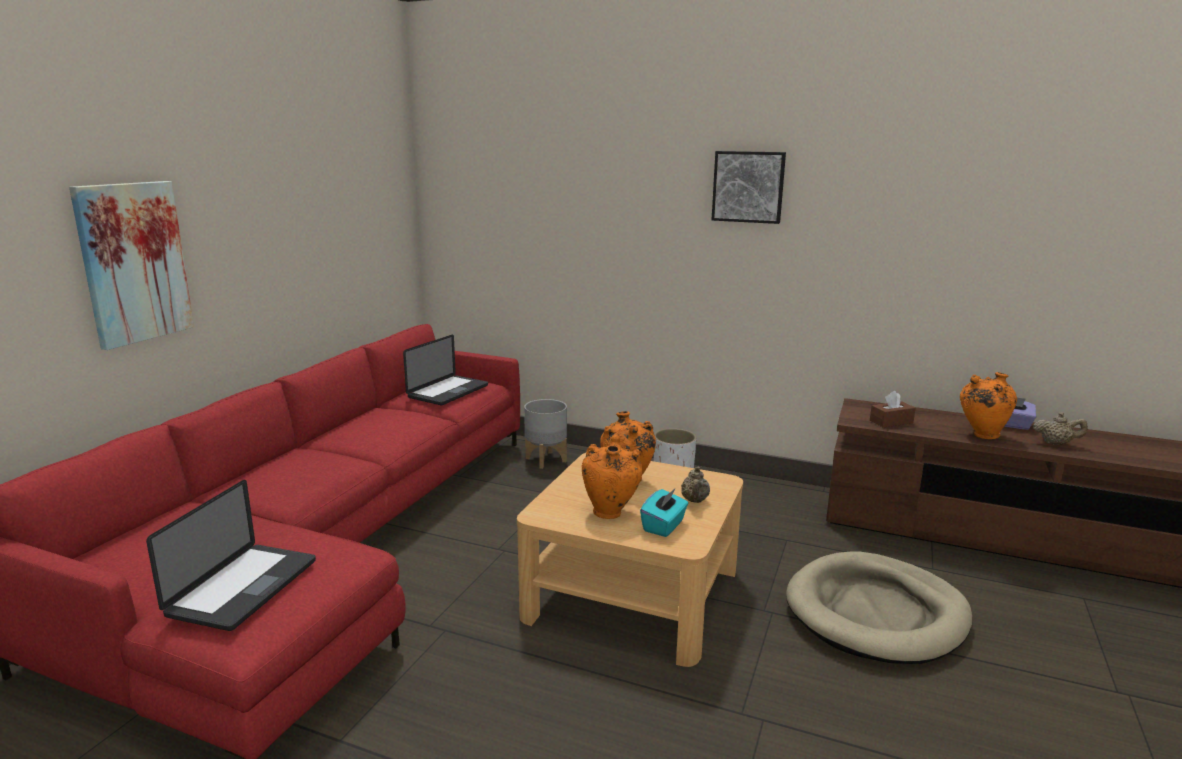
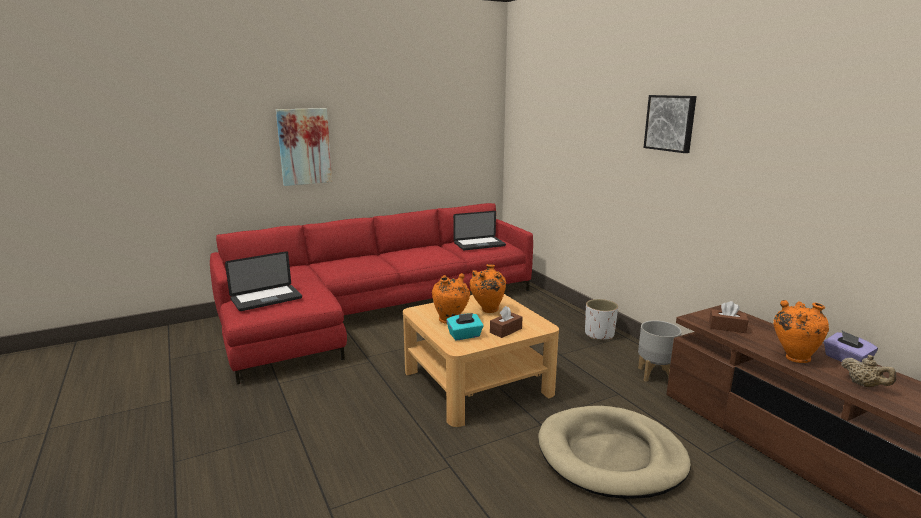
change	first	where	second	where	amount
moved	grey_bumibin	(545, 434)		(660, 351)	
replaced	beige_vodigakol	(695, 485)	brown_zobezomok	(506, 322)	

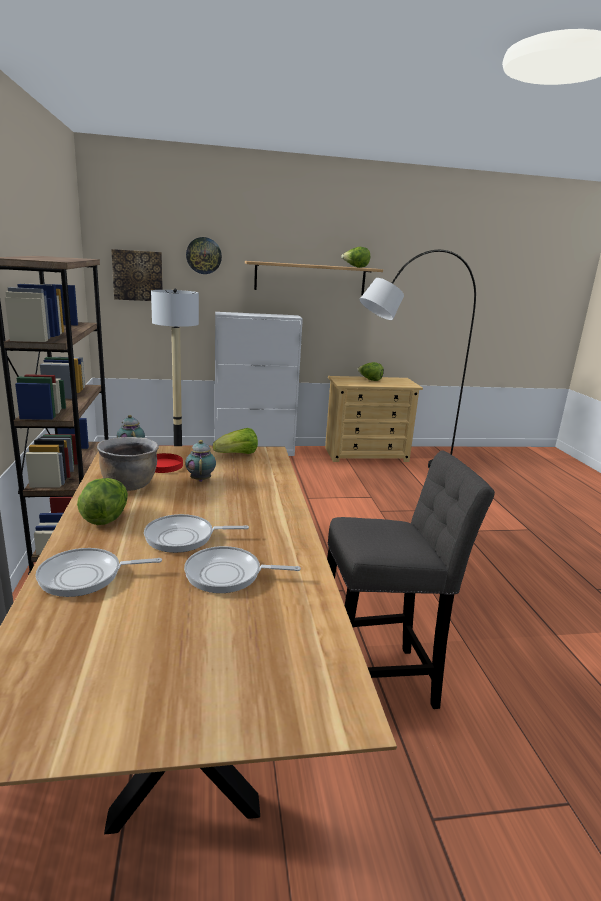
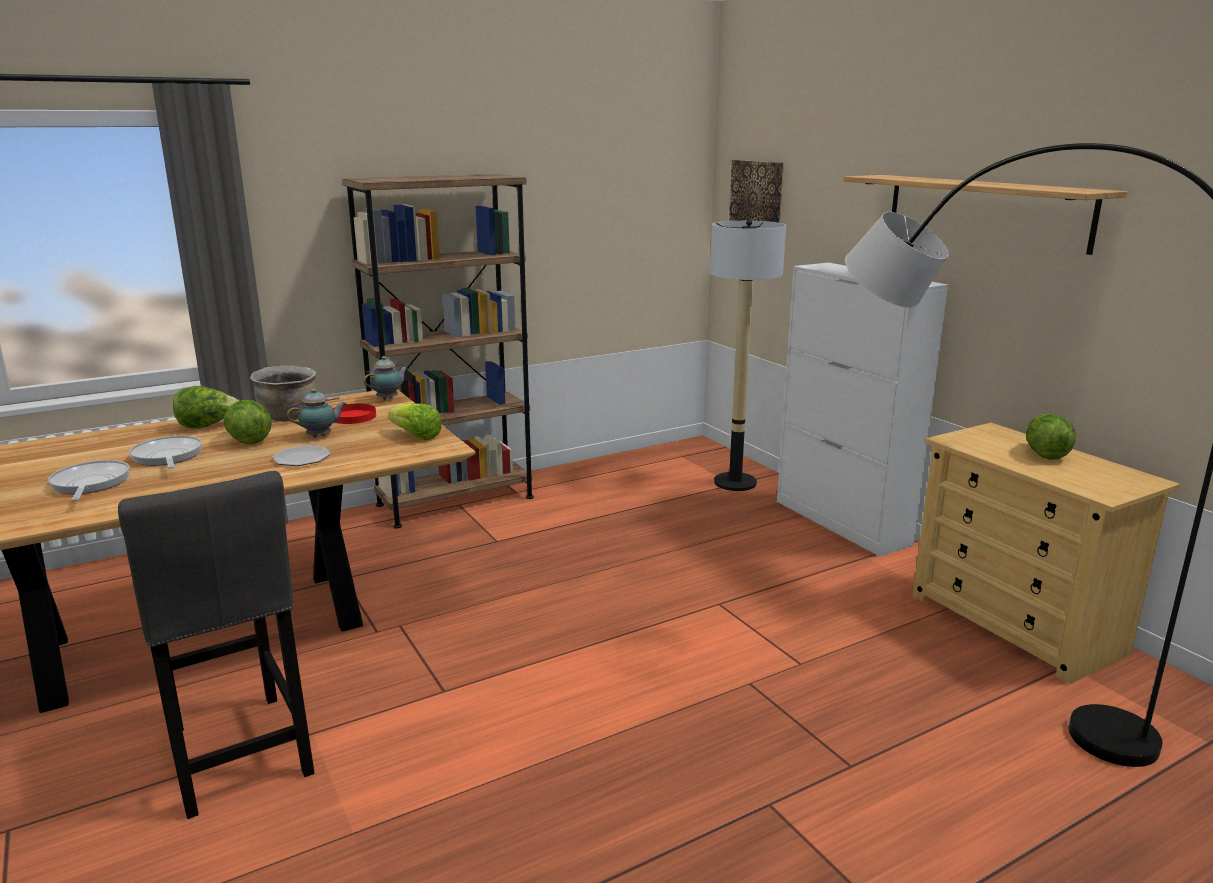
change	first	where	second	where	amount
removed	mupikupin	(204, 255)			
moved	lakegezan	(355, 257)		(247, 422)	
removed	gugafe	(98, 572)			
added			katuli	(301, 455)	

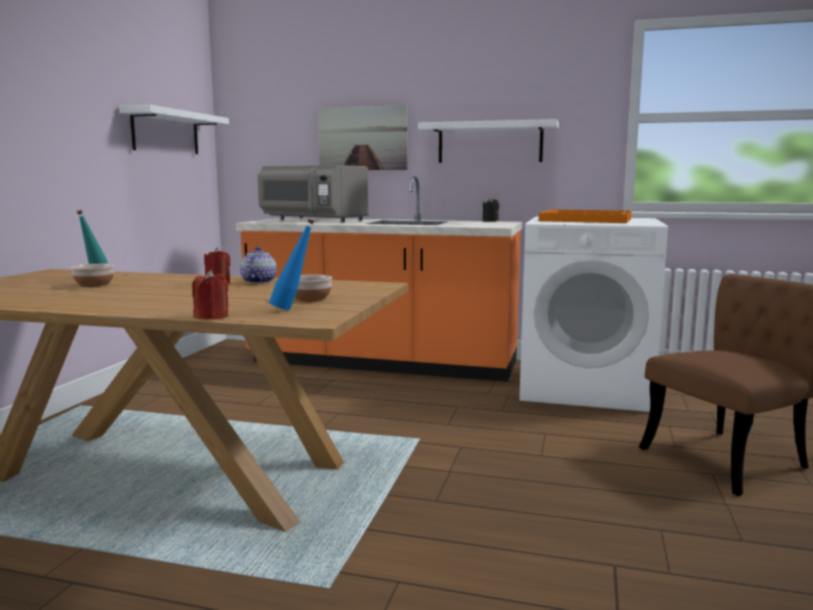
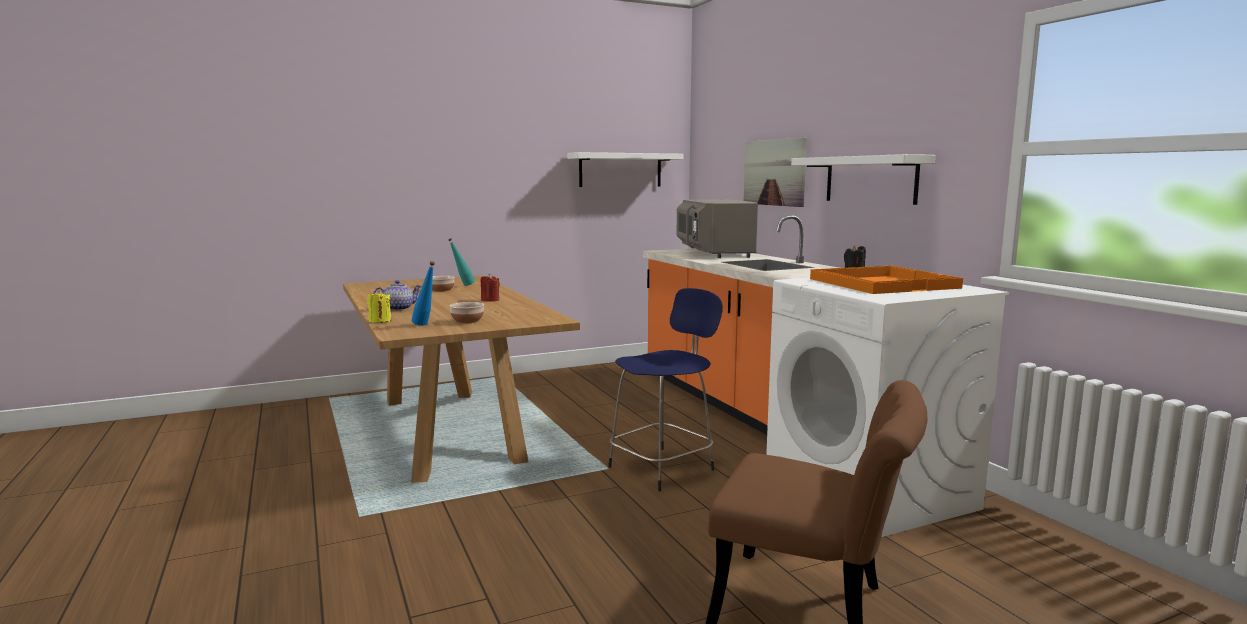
change	first	where	second	where	amount
moved	vodigakol	(258, 265)		(397, 295)	
recoloured	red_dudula	(210, 295)	yellow_dudula	(379, 306)	
added			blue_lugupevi	(665, 389)	

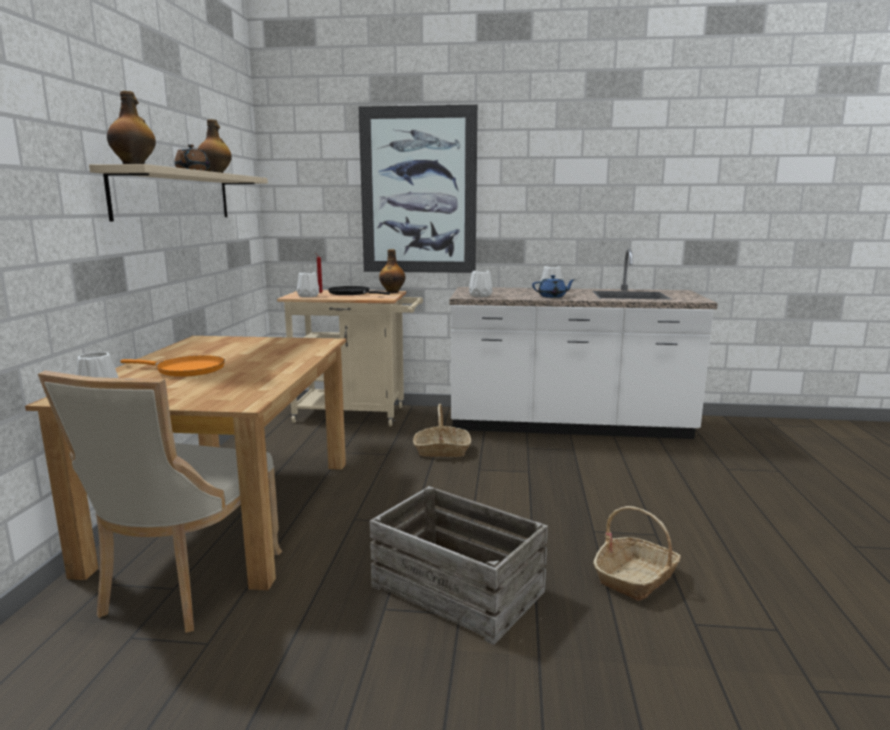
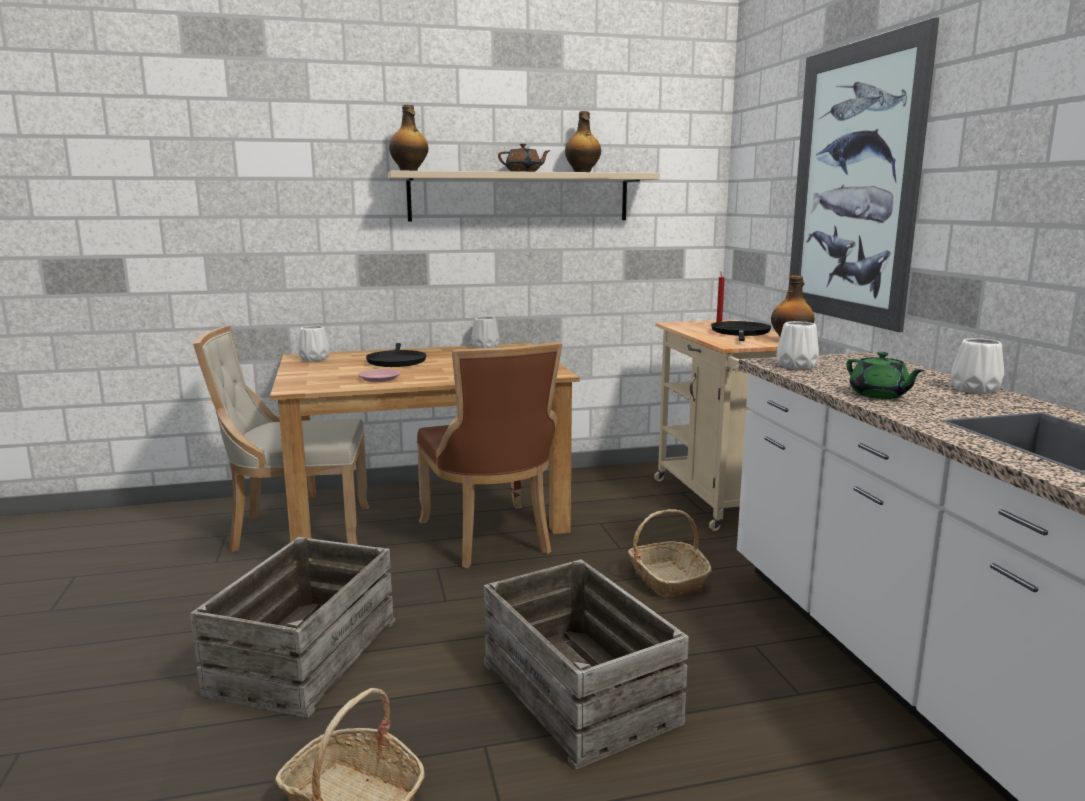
change	first	where	second	where	amount
moved	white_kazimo	(308, 284)		(485, 332)	
recoloured	blue_vodigakol	(553, 286)	green_vodigakol	(885, 375)	
recoloured	orange_gugafe	(172, 366)	black_gugafe	(396, 355)	
added			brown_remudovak	(489, 455)	
added			pink_katuli	(379, 375)	
added			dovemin	(586, 664)	

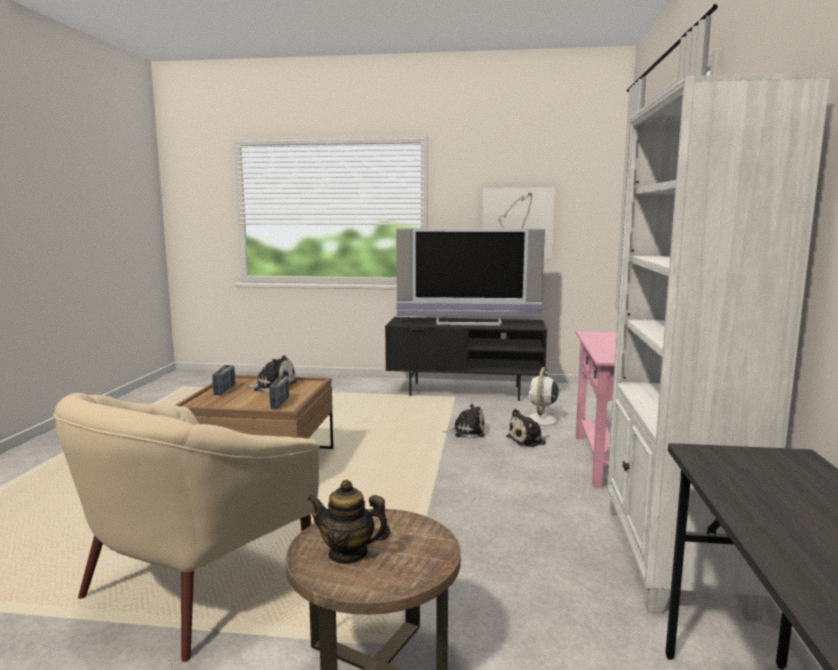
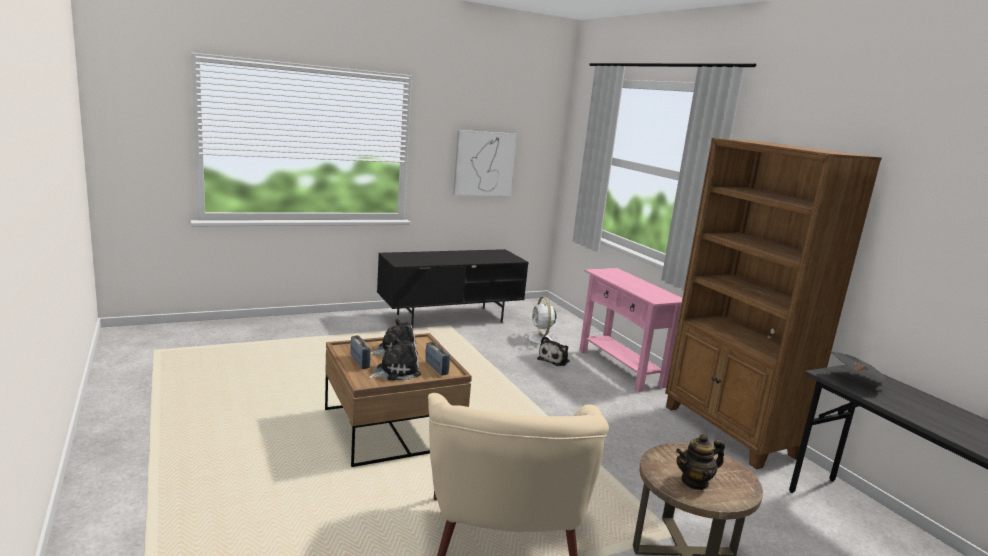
change	first	where	second	where	amount
recoloured	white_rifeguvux	(719, 346)	brown_rifeguvux	(773, 303)	
removed	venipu	(470, 276)			
moved	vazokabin	(463, 421)		(394, 359)	
added			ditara	(858, 366)	

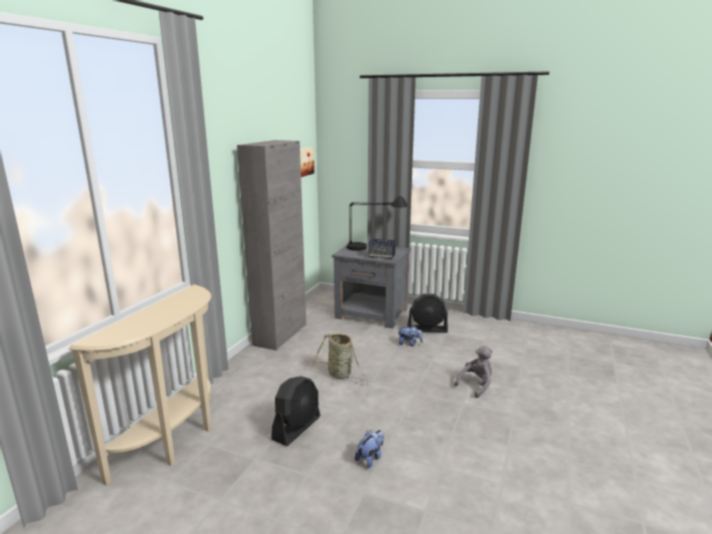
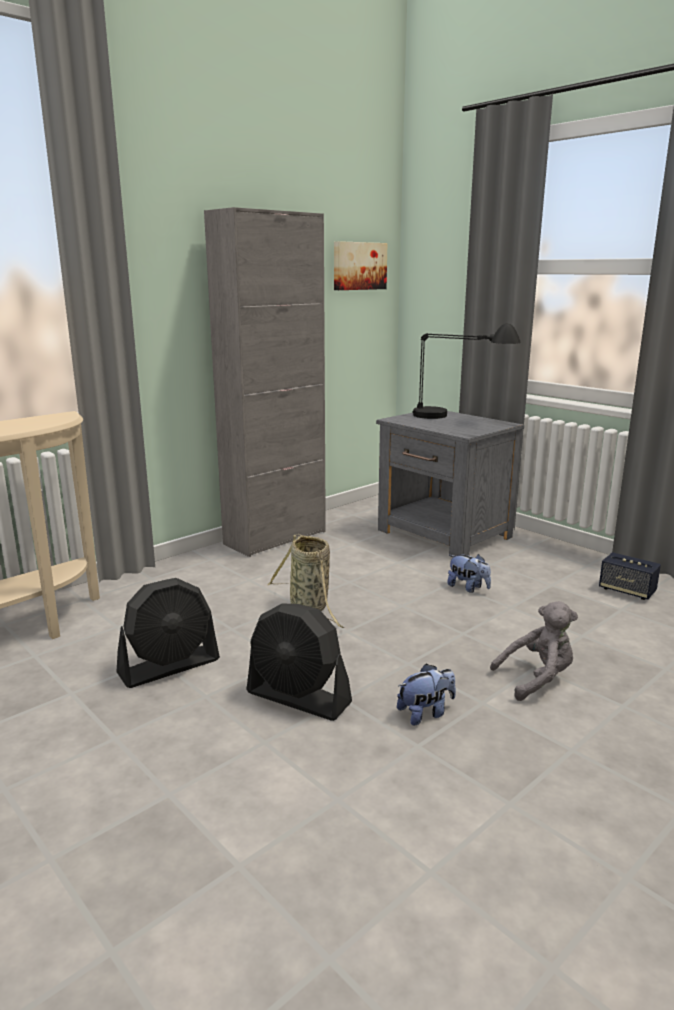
change	first	where	second	where	amount
moved	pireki	(382, 249)		(630, 576)	
moved	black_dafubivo	(427, 313)		(299, 662)	
moved	vazokabin	(369, 449)		(426, 695)	

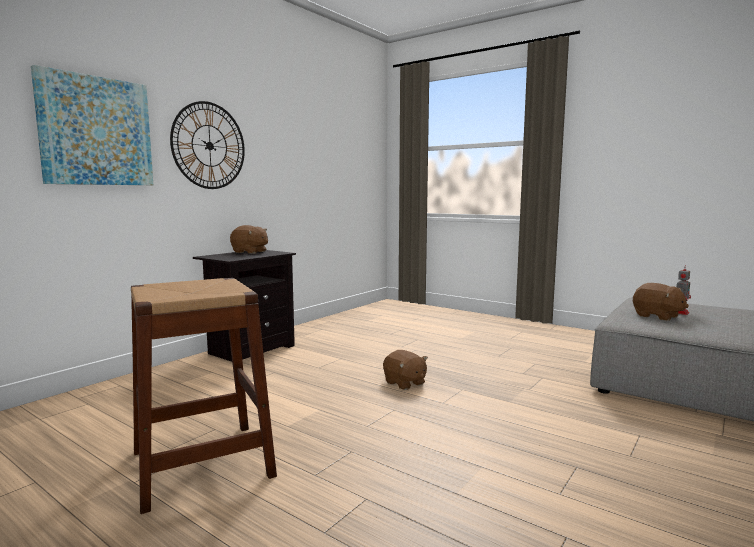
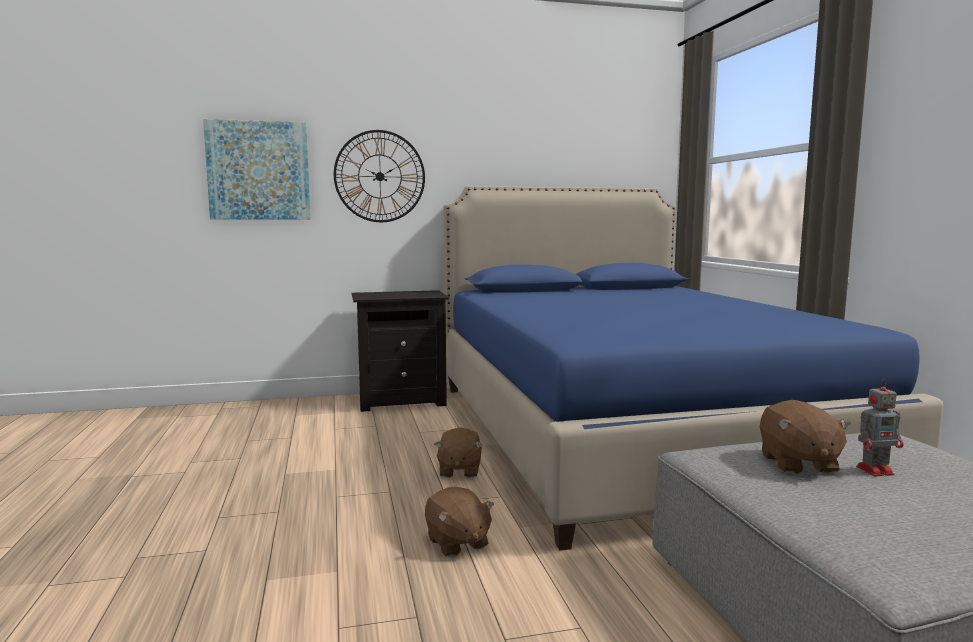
change	first	where	second	where	amount
moved	brown_vazokabin	(249, 239)		(459, 522)	
removed	brown_lugupevi	(204, 396)			
added			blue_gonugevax	(694, 368)	

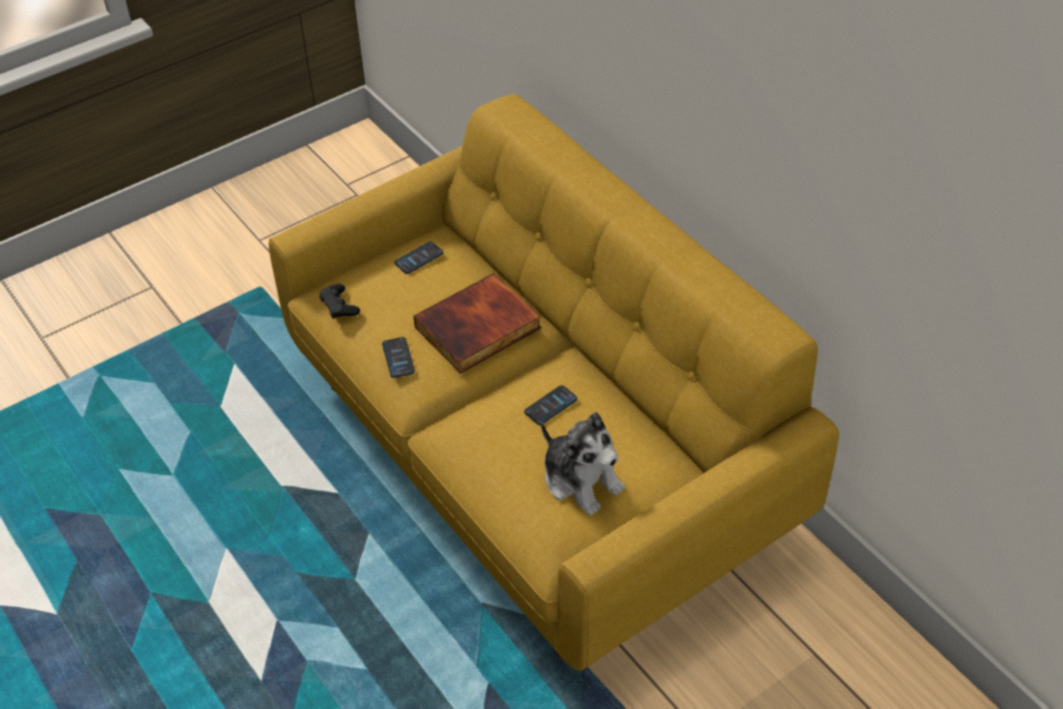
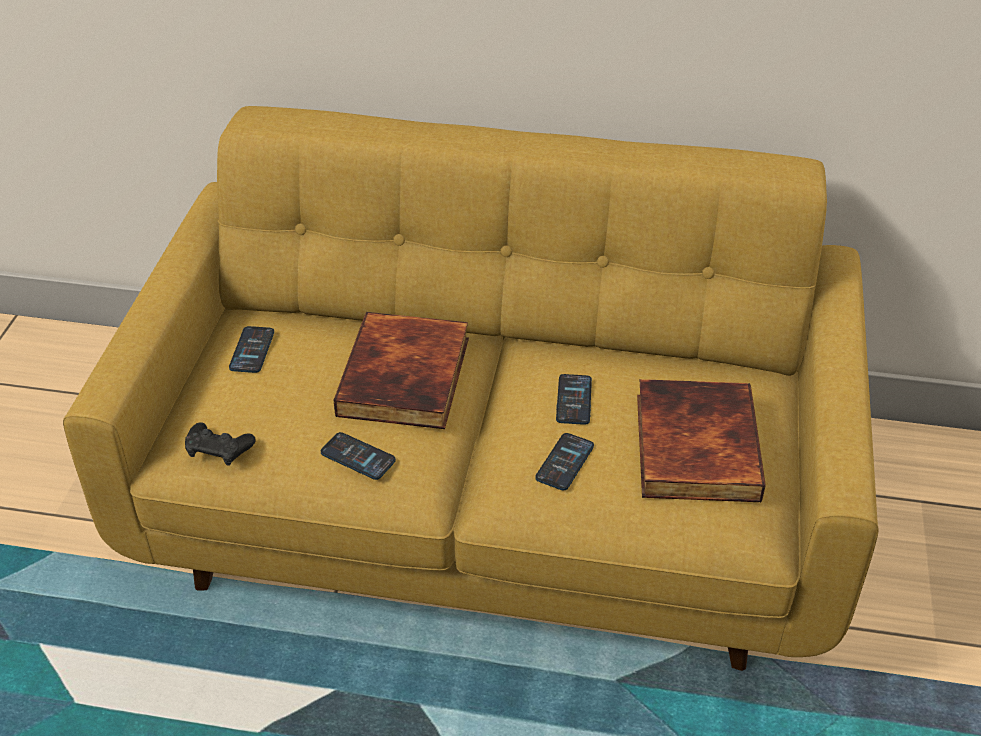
change	first	where	second	where	amount
replaced	vazokabin	(583, 464)	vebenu	(701, 440)	
added			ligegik	(564, 462)	

